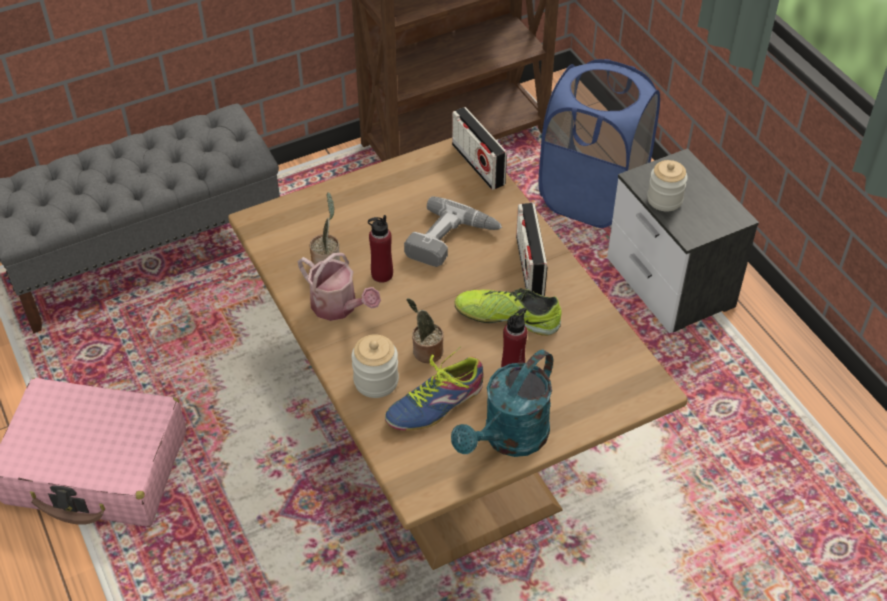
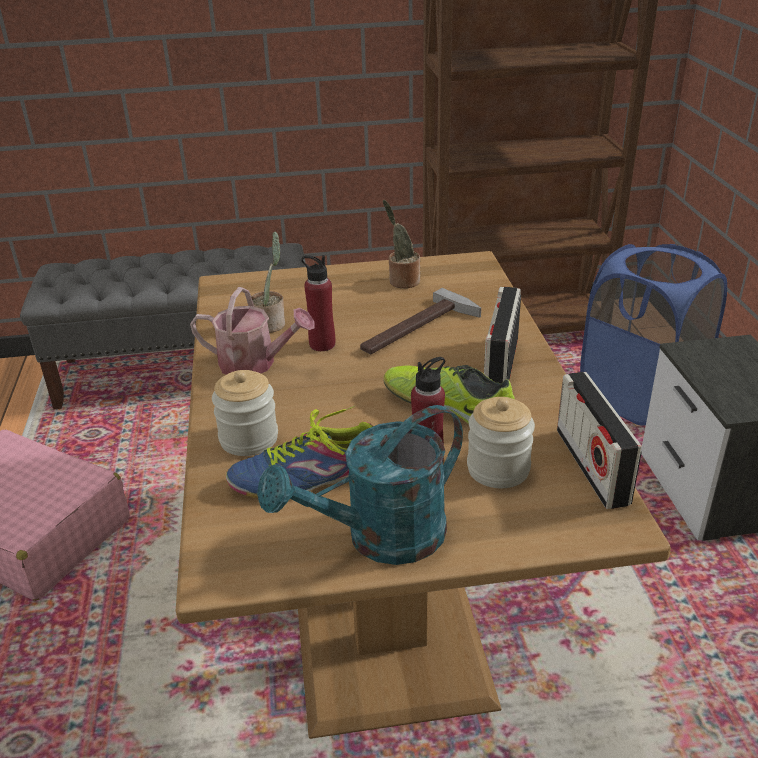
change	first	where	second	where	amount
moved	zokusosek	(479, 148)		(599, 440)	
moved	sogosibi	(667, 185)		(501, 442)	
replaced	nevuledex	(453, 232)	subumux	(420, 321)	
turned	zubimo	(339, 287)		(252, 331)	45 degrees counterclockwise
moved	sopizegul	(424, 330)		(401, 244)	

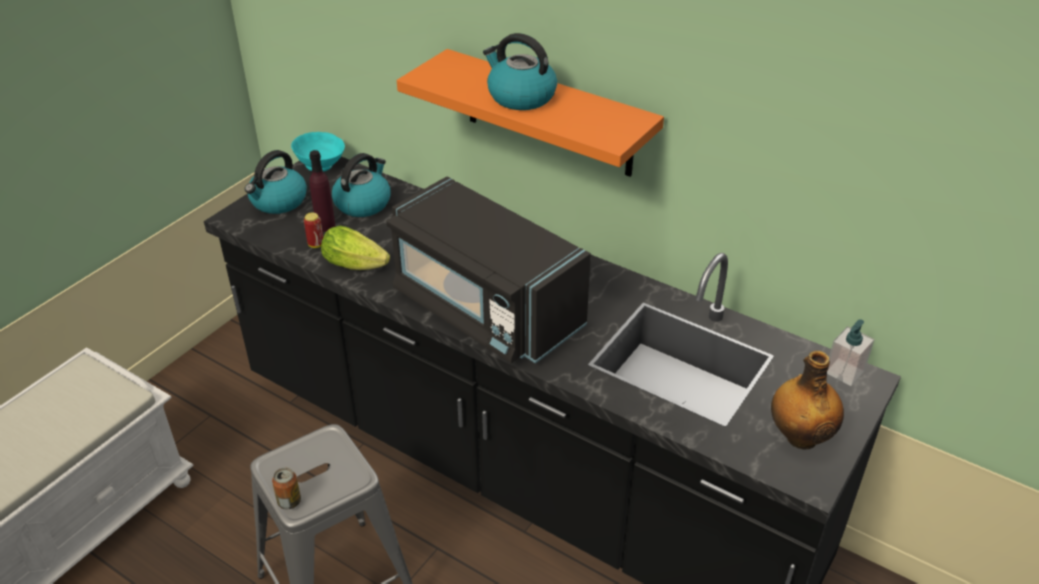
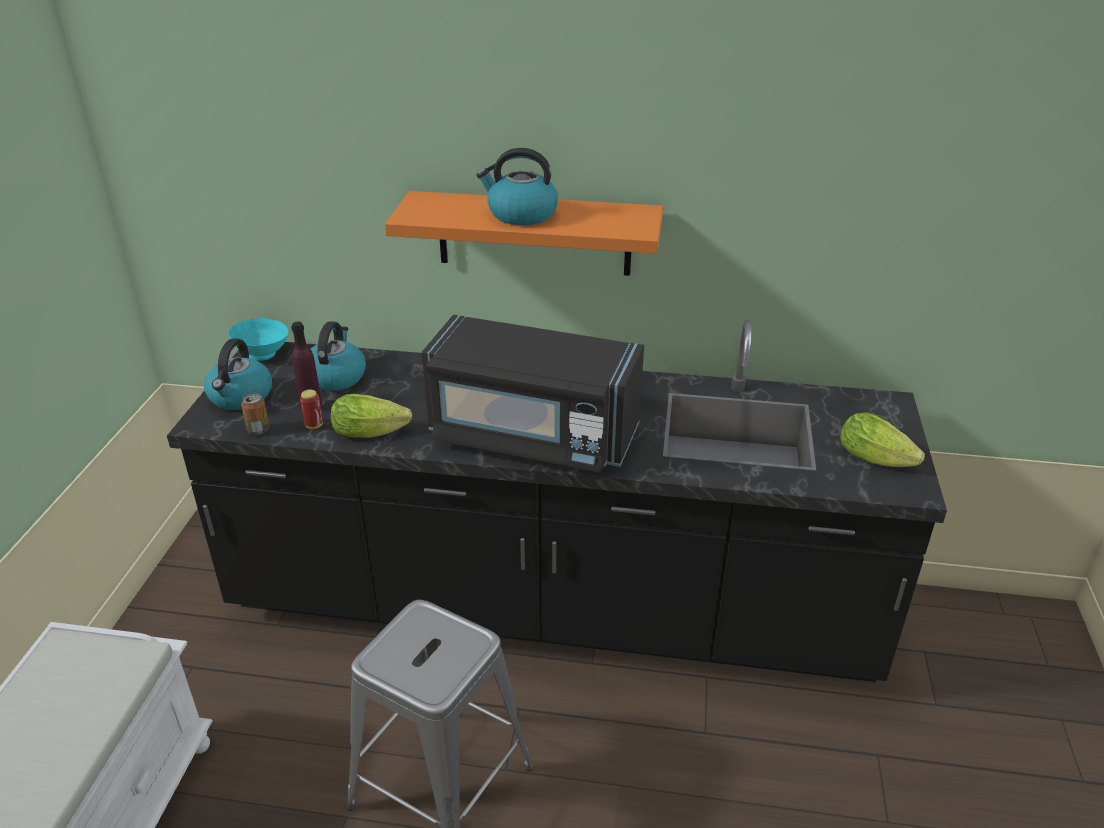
change	first	where	second	where	amount
removed	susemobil	(851, 352)			
replaced	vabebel	(807, 400)	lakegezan	(882, 439)	
moved	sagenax	(286, 488)		(255, 414)	

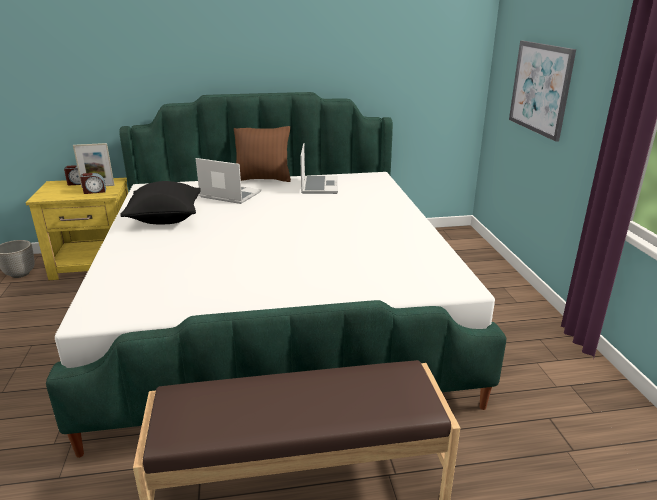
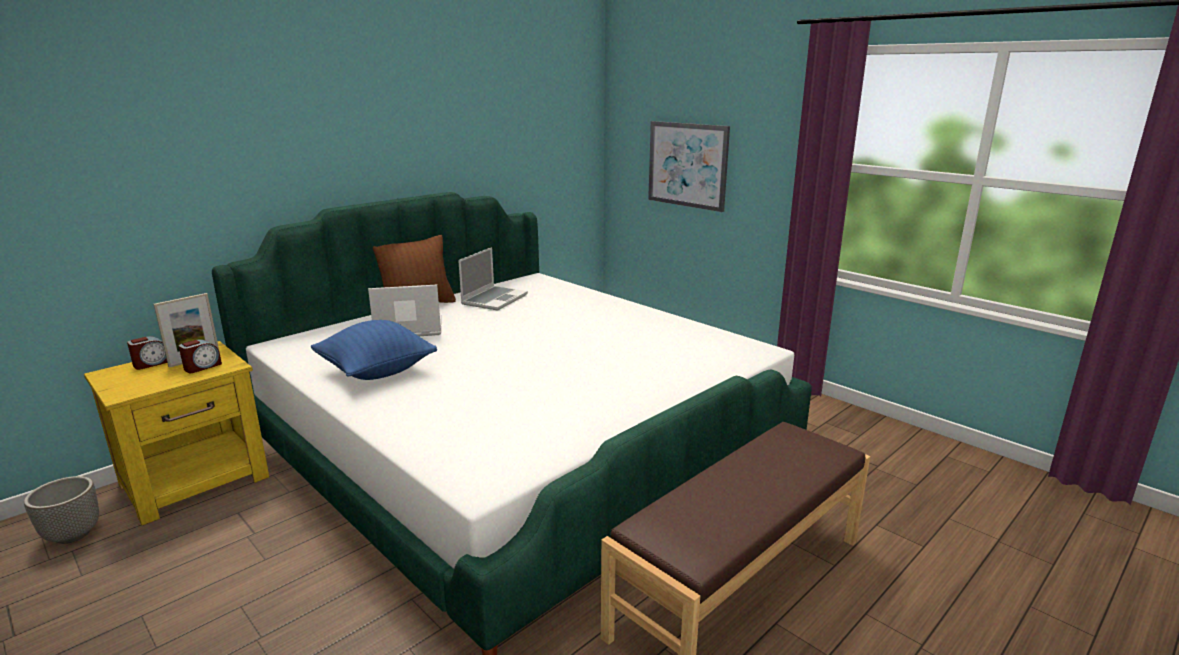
change	first	where	second	where	amount
turned	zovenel	(319, 168)		(493, 279)	60 degrees clockwise
recoloured	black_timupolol	(160, 202)	blue_timupolol	(374, 350)	

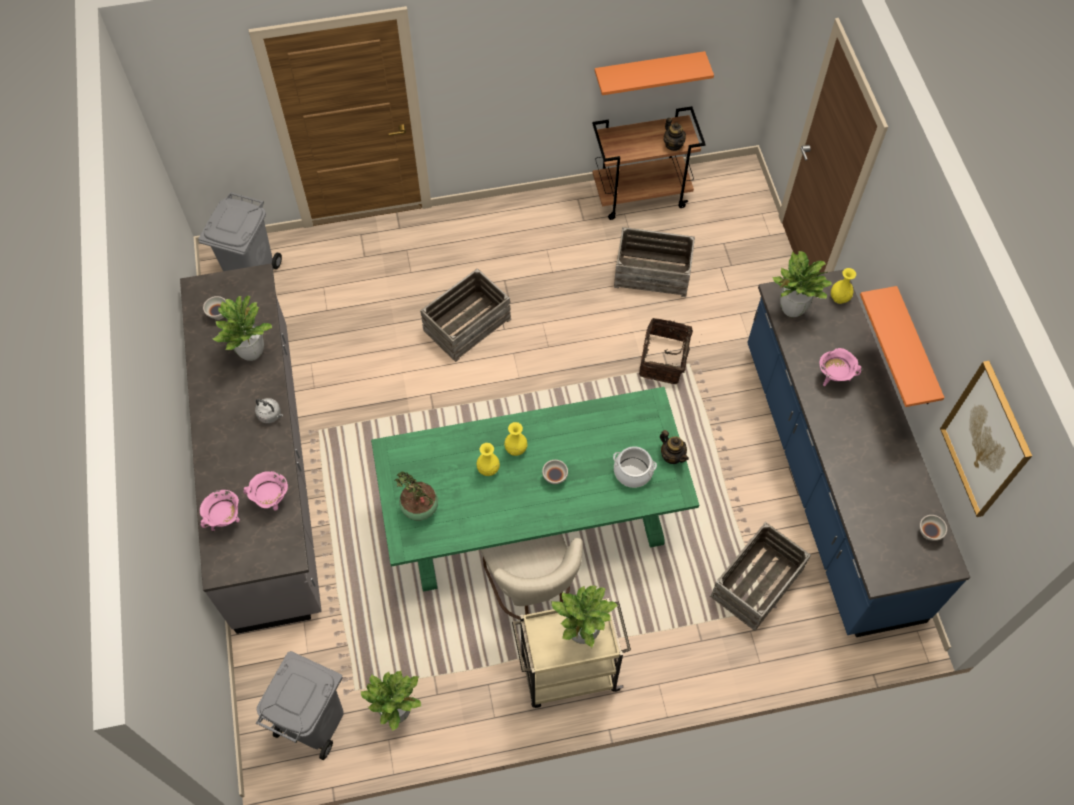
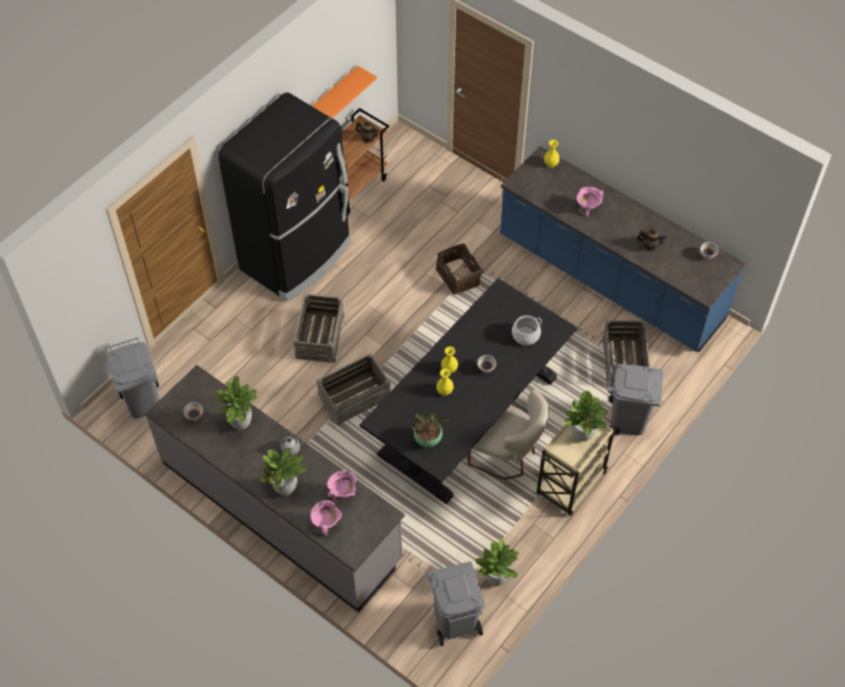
change	first	where	second	where	amount
moved	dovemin	(654, 262)		(354, 389)	
moved	sopizegul	(802, 284)		(284, 472)	
removed	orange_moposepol	(902, 346)			
removed	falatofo	(986, 439)			
recoloured	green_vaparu	(535, 489)	black_vaparu	(468, 391)	
moved	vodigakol	(674, 447)		(652, 240)	
added			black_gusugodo	(284, 197)	
added			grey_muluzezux	(635, 400)	

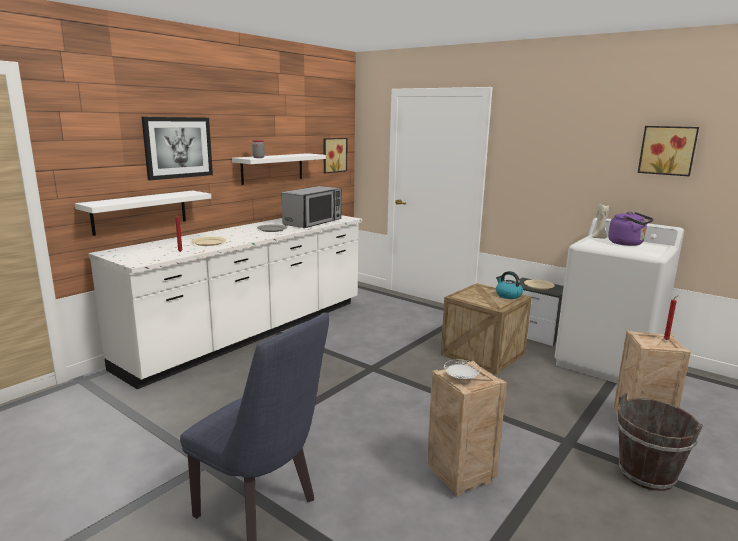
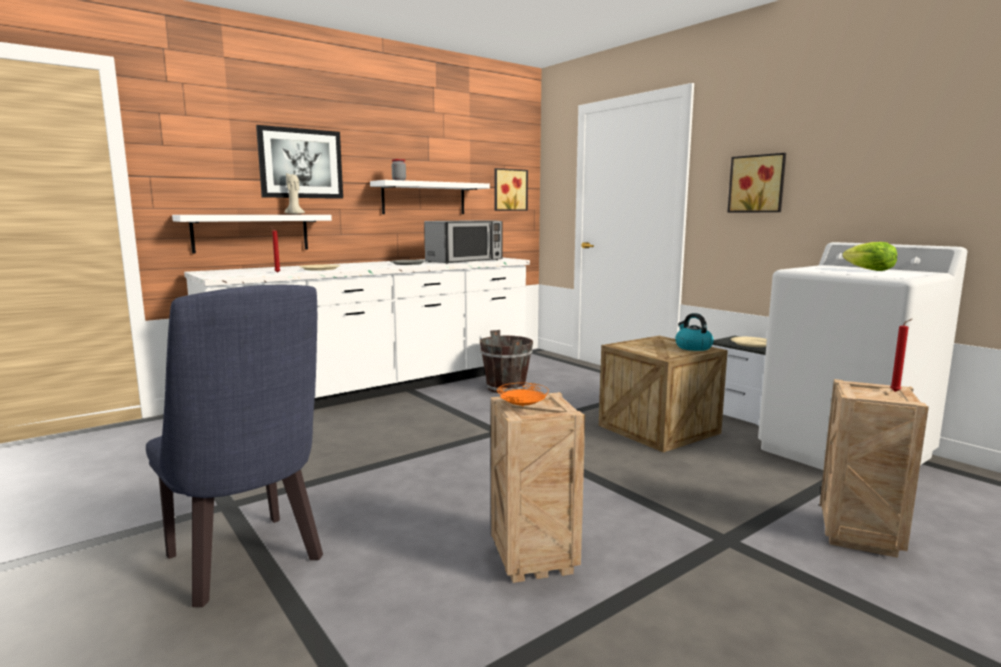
change	first	where	second	where	amount
moved	falatofo	(668, 151)		(757, 182)	
moved	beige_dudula	(600, 221)		(294, 193)	
replaced	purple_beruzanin	(631, 229)	lakegezan	(870, 256)	
recoloured	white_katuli	(462, 369)	orange_katuli	(523, 395)	
moved	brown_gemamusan	(660, 442)		(506, 362)	

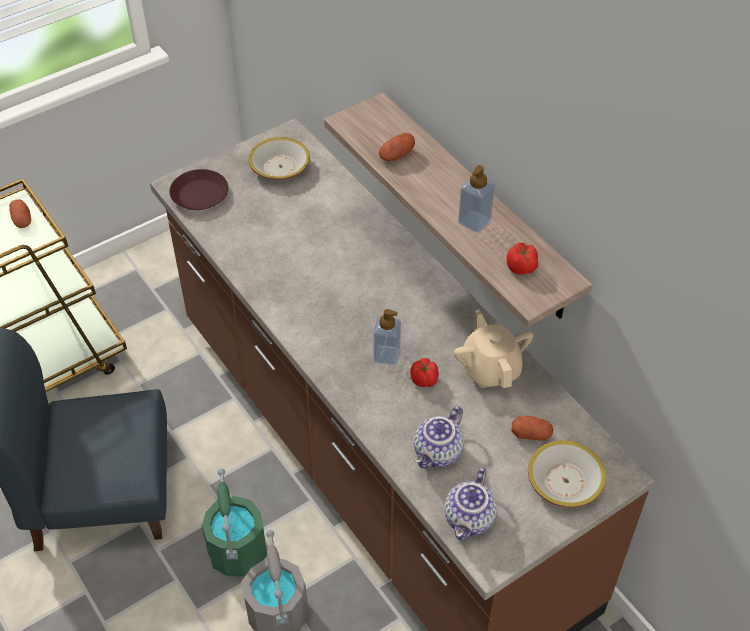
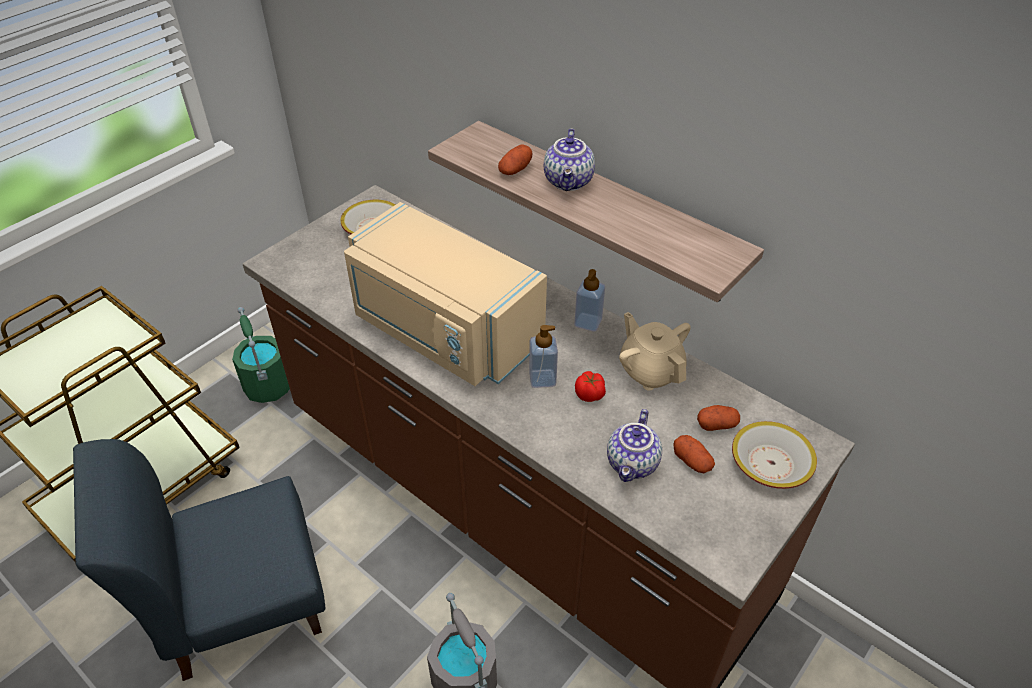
change	first	where	second	where	amount
moved	susemobil	(476, 199)		(589, 300)	
removed	brown_katuli	(199, 189)			
moved	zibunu	(20, 213)		(694, 454)	
removed	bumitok	(522, 259)			
moved	vodigakol	(470, 503)		(569, 159)	
moved	green_gemamusan	(234, 522)		(261, 355)	
added			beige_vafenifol	(445, 294)	

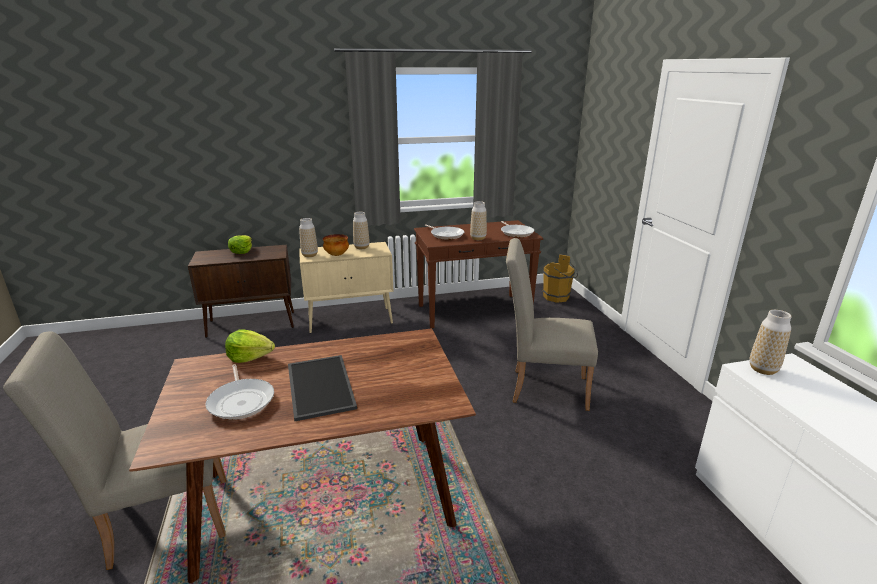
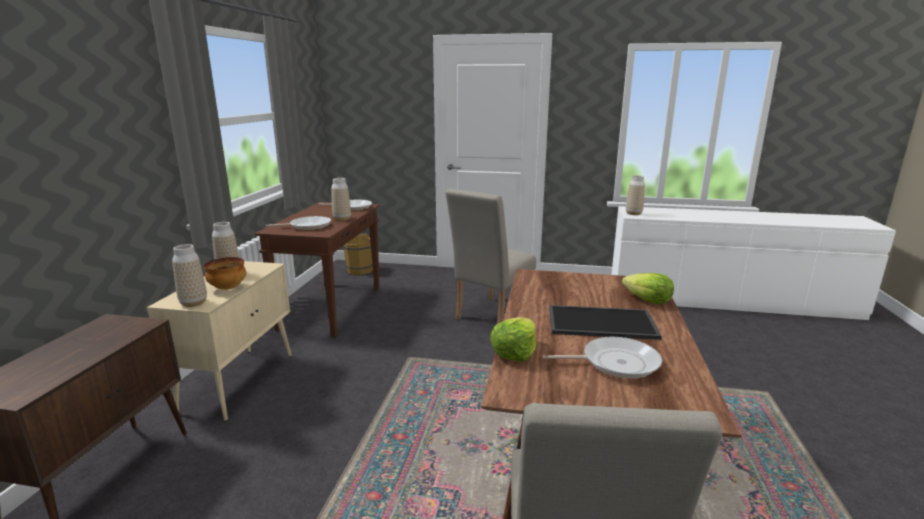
change	first	where	second	where	amount
moved	lakegezan	(240, 244)		(648, 289)	

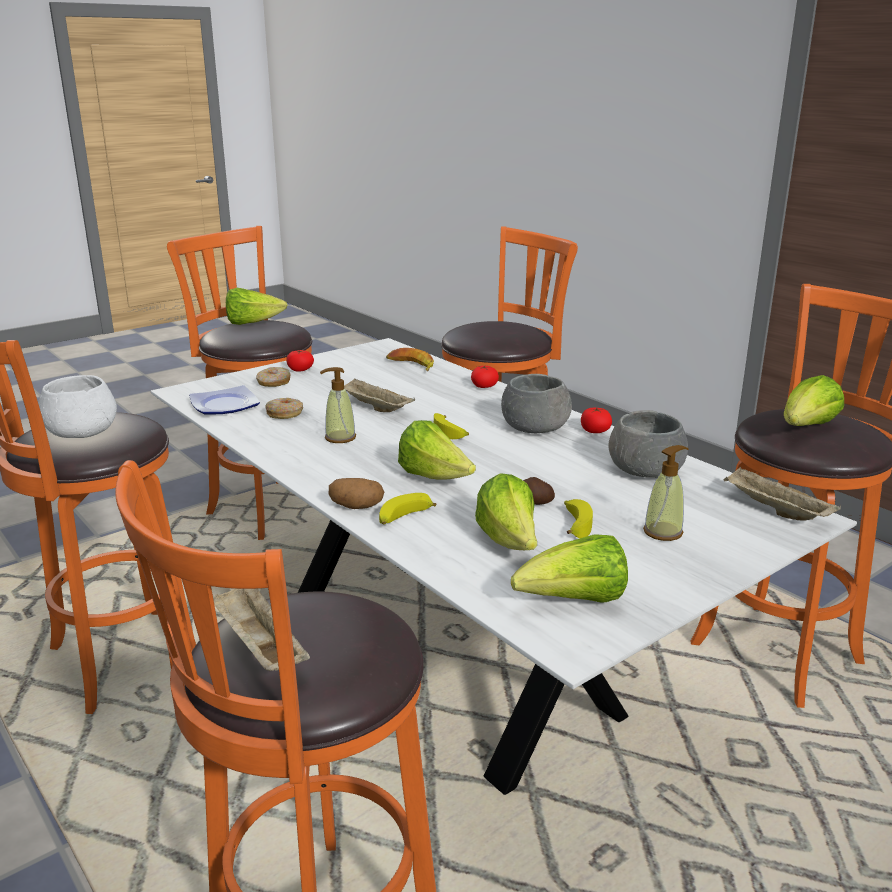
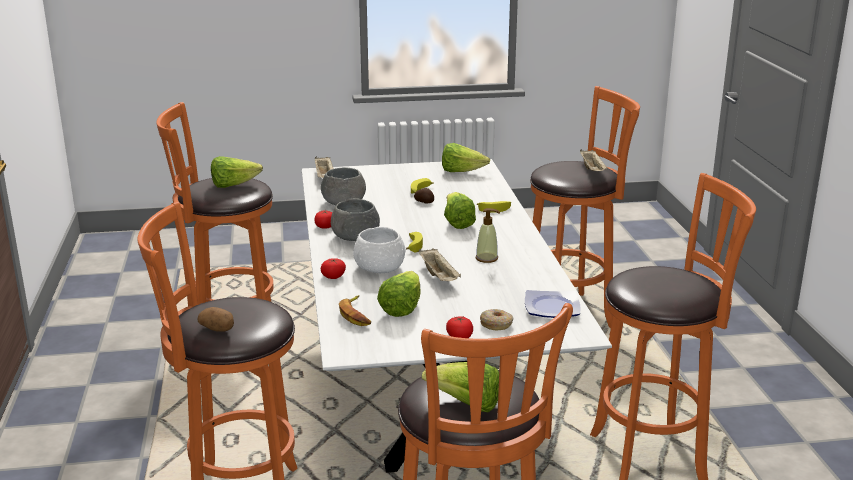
change	first	where	second	where	amount
moved	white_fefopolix	(77, 406)		(379, 250)	
removed	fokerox	(284, 408)			
removed	susemobil	(666, 493)			
moved	lakegezan	(506, 511)		(399, 294)	
moved	zibunu	(356, 493)		(215, 319)	

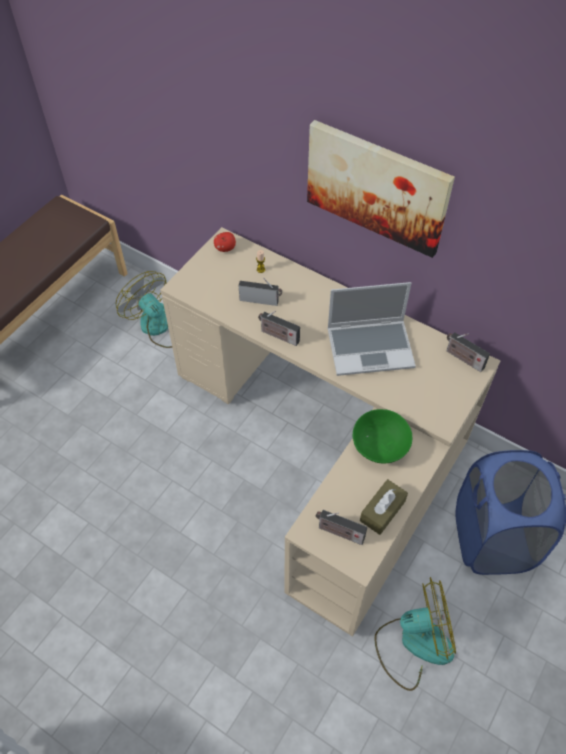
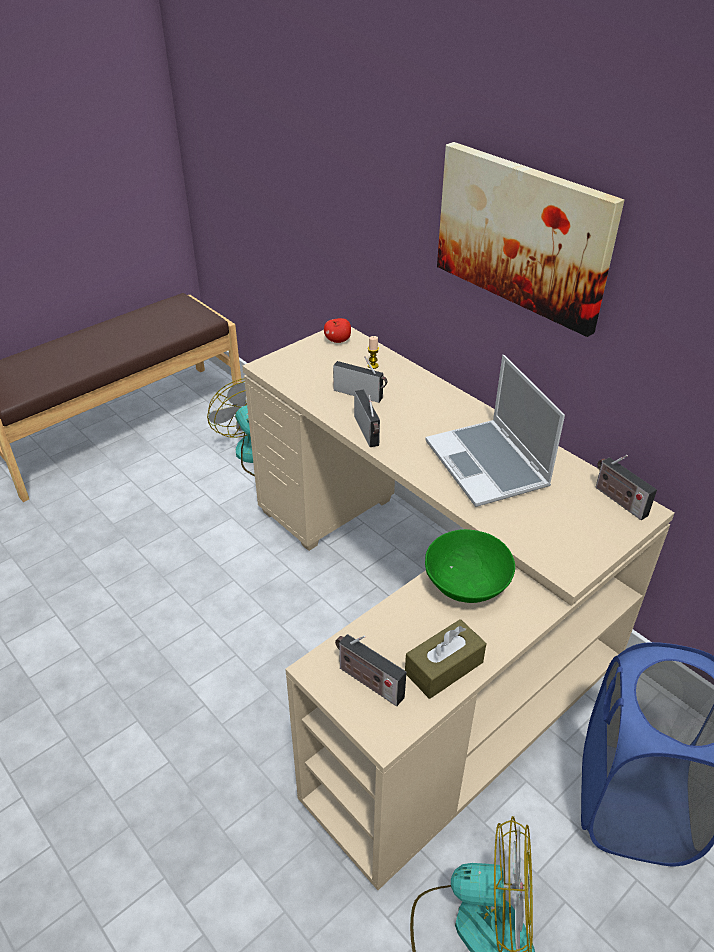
change	first	where	second	where	amount
turned	zovenel	(372, 329)		(495, 431)	60 degrees clockwise
turned	zokusosek	(279, 328)		(367, 418)	150 degrees counterclockwise

